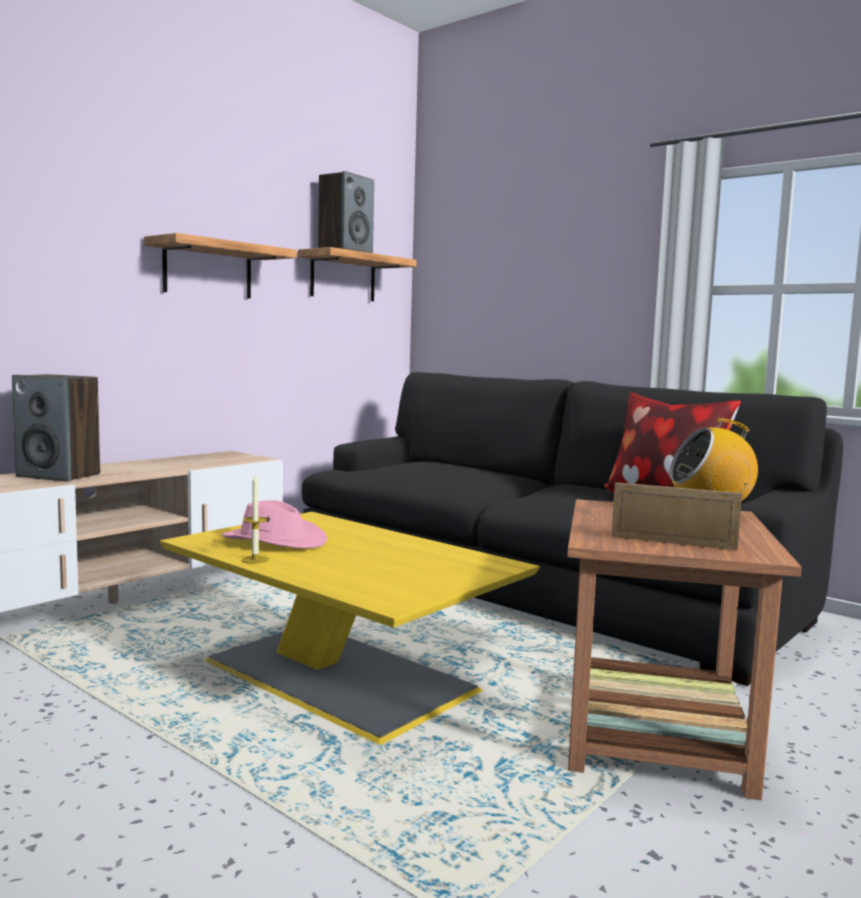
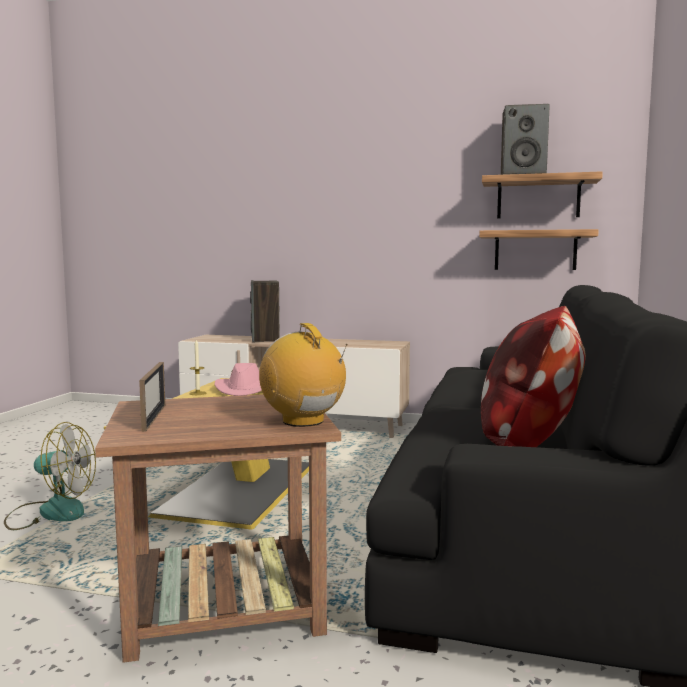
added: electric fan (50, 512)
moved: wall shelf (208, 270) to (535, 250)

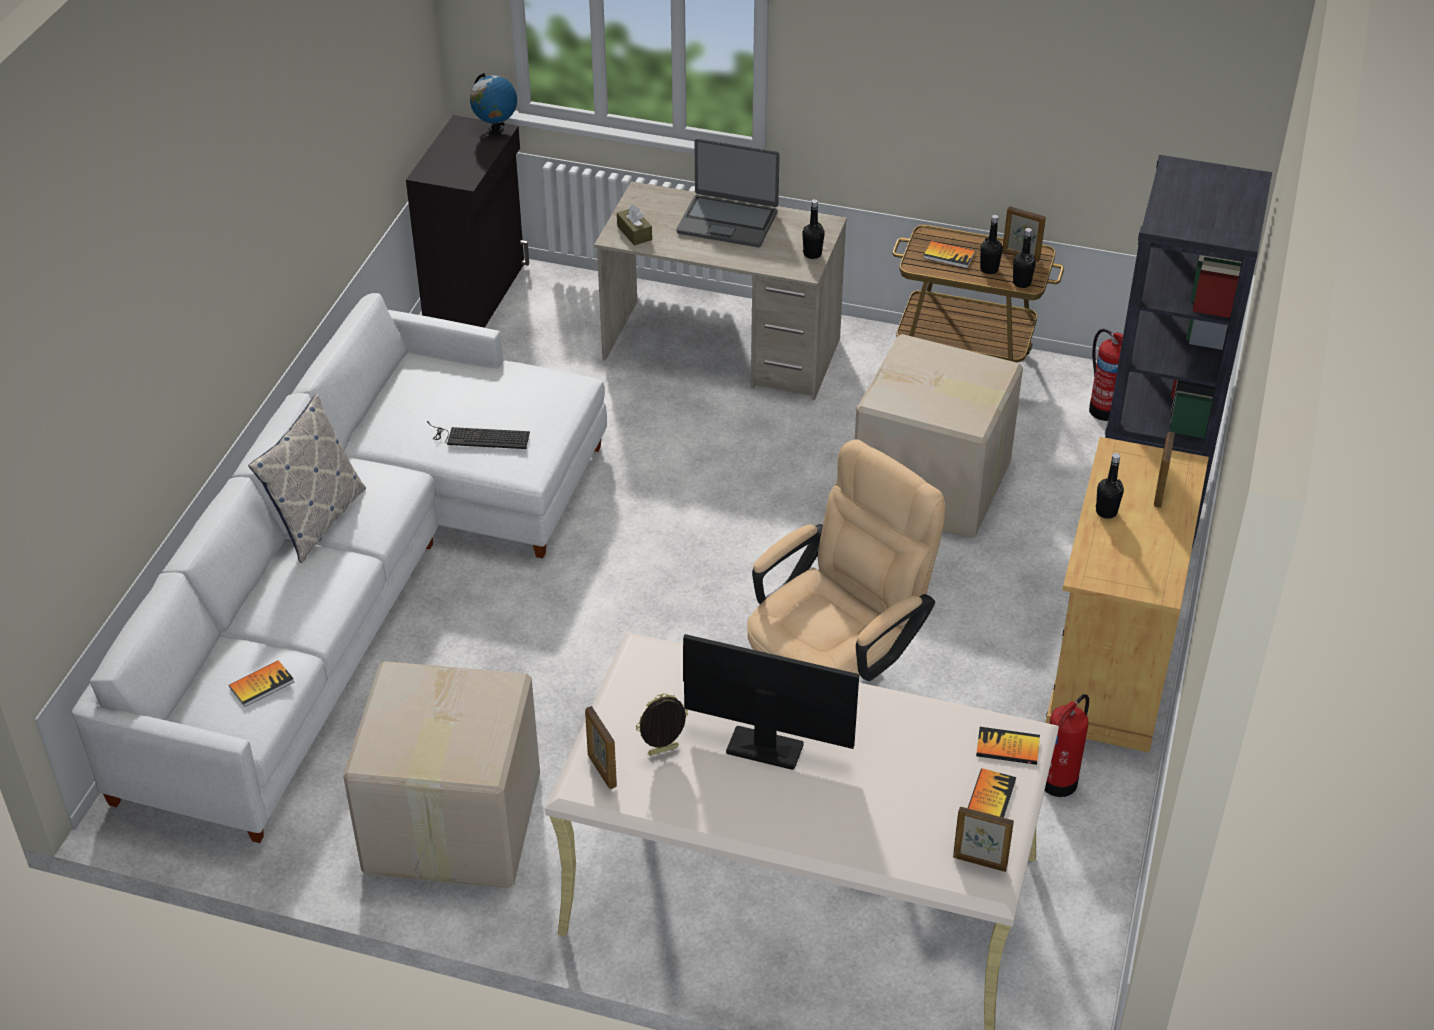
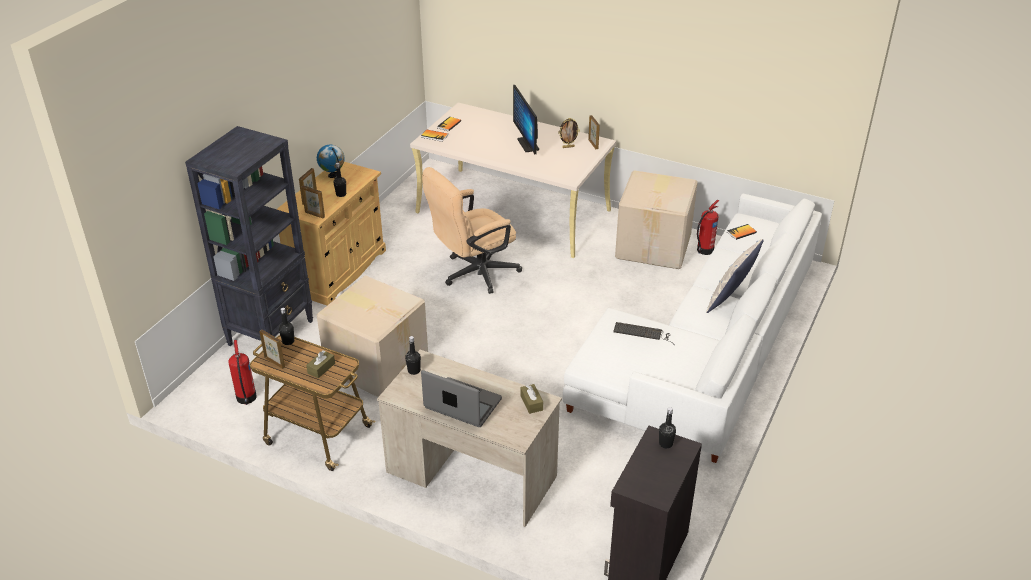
moved: world globe (495, 129) to (332, 175); drink bottle/black (989, 269) to (665, 444); fire extinguisher (1060, 780) to (704, 250); photo frame (980, 861) to (314, 215)
replaced: bound book (949, 256) to tissue holder/brown (321, 368)
turned: computer display (765, 748) = (528, 144) 45 degrees clockwise

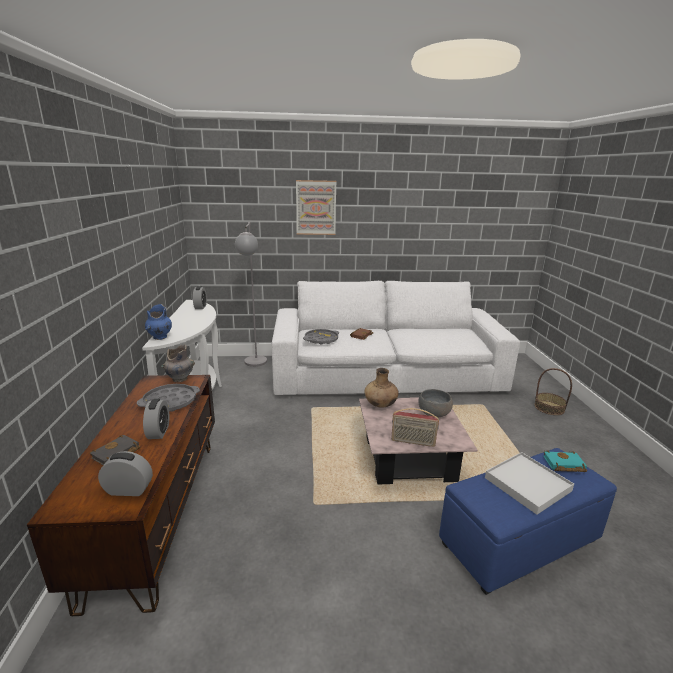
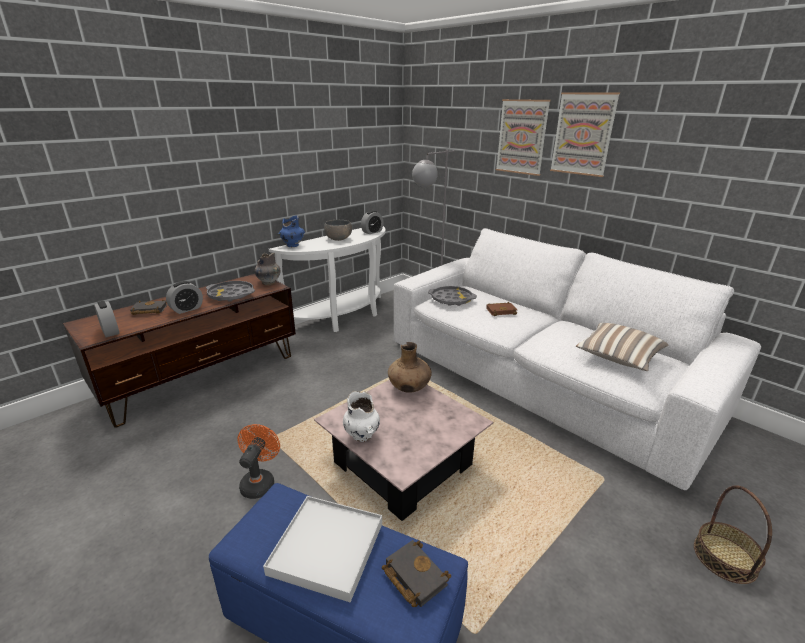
added: wall art (583, 134); throw pillow (618, 357); electric fan/orange-coloured (259, 482)
moved: deep dish/greyish (434, 413) to (338, 239)
replaced: radio receiver (413, 442) to flower vase/white-coloured (362, 436)
recoloured: bound book/turquoise-coloured (563, 465) to bound book/black (413, 576)

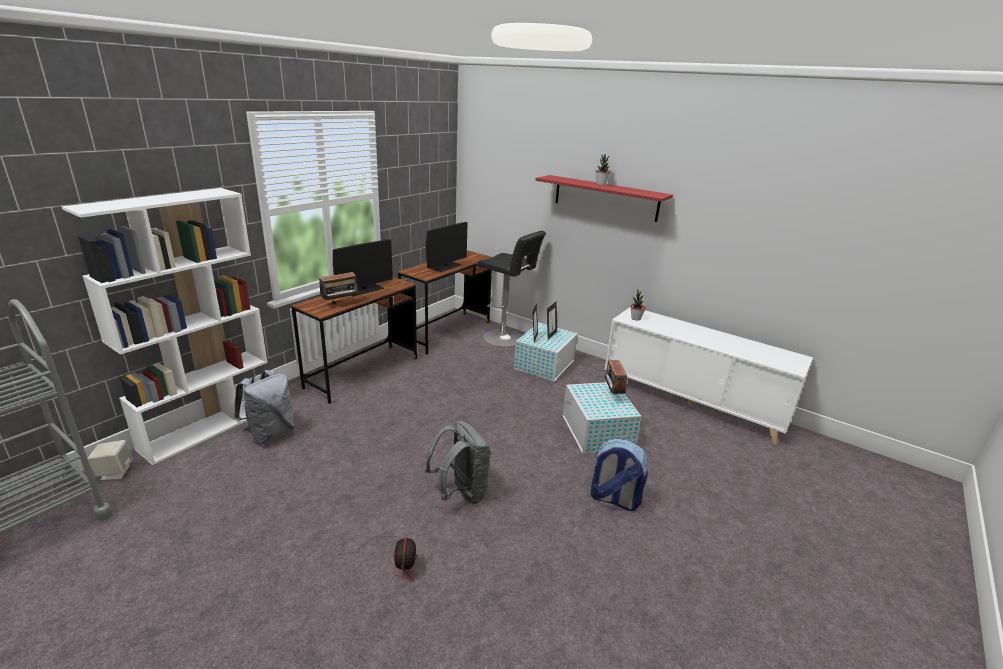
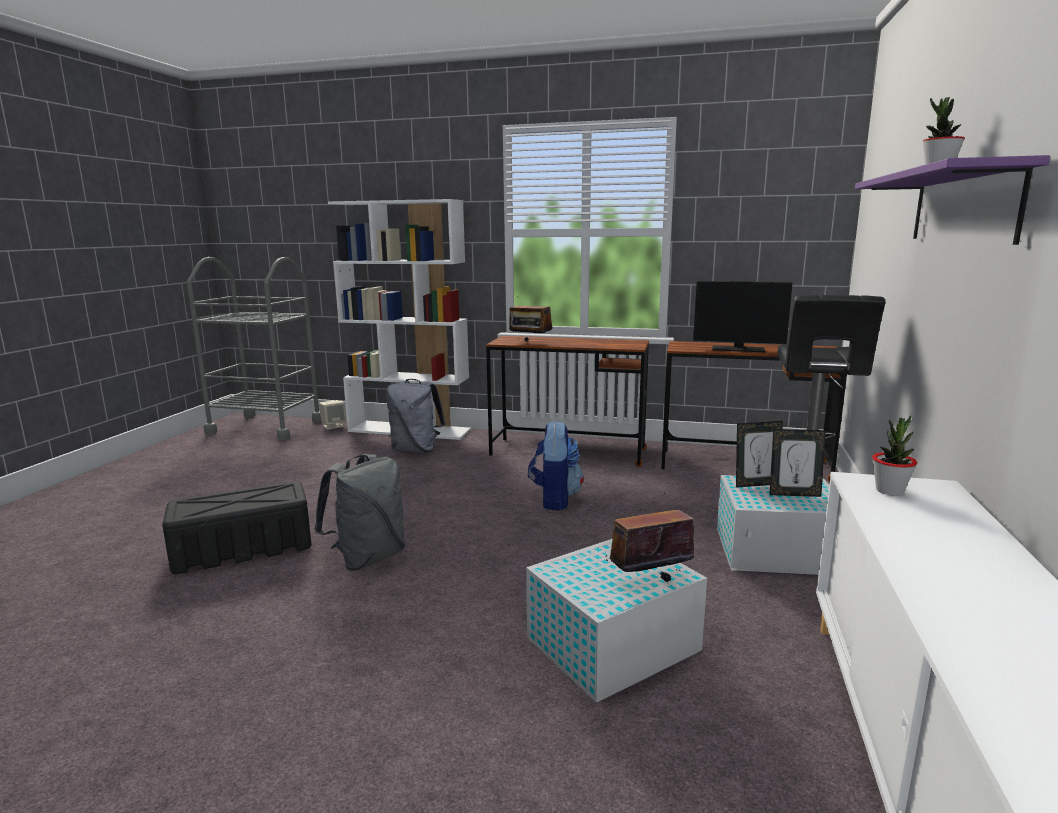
removed: computer display (364, 290)
moved: backpack (613, 499) to (554, 499)
replaced: electric fan (395, 560) to storage bin/black (242, 549)
recoloured: wall shelf/reddish (605, 198) to wall shelf/purplish (962, 206)

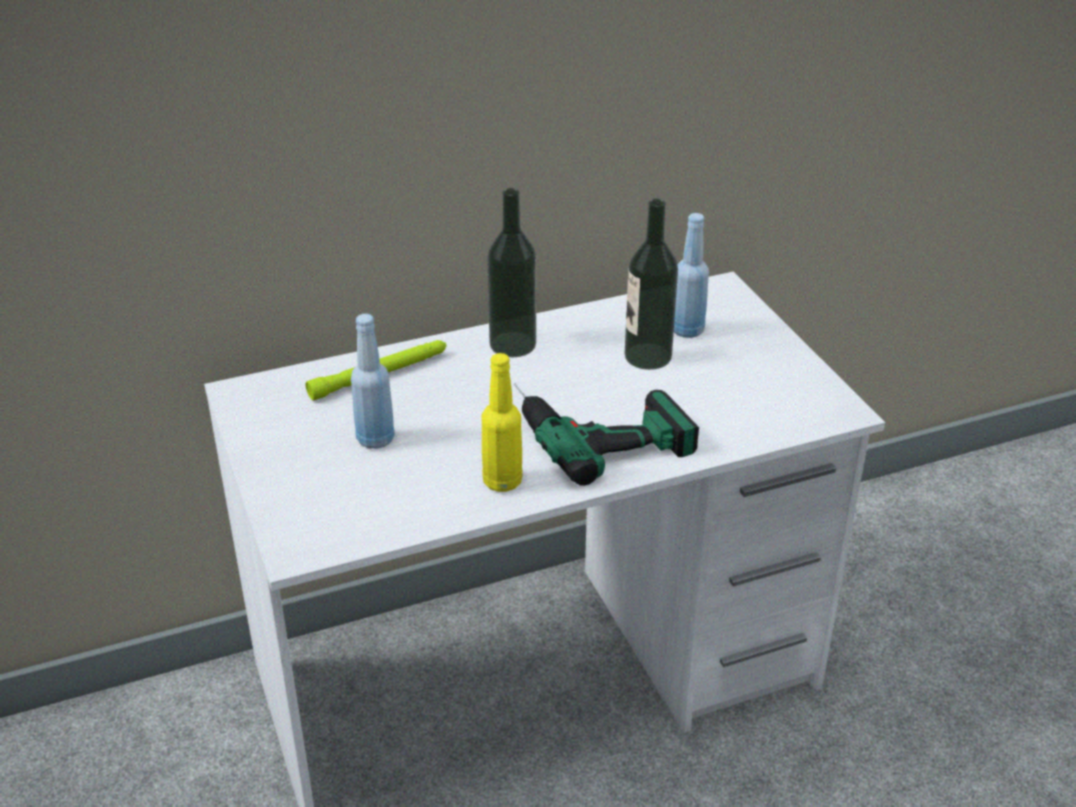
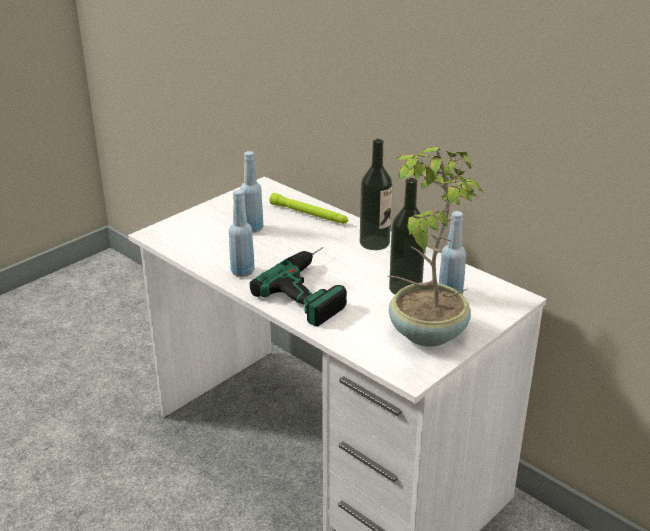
added: potted plant (425, 333)
recoloured: drink bottle/yellow (502, 481) to drink bottle/blue (242, 271)

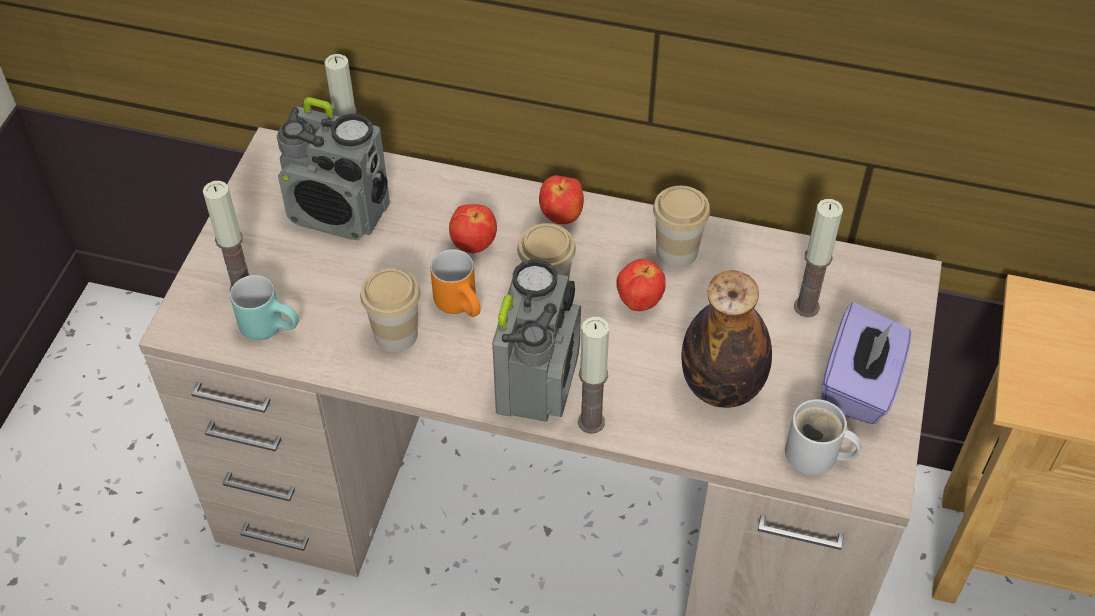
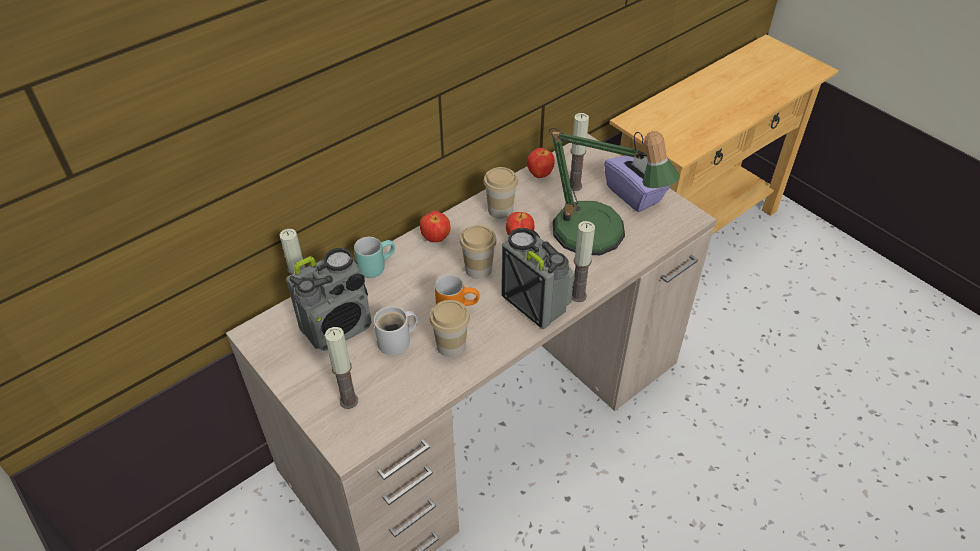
moved: apple (474, 245) to (540, 174); coffee mug/turquoise-coloured (272, 326) to (376, 266); coffee mug/white-coloured (816, 456) to (397, 341)
replaced: drink bottle (721, 387) to tabletop lamp (596, 238)

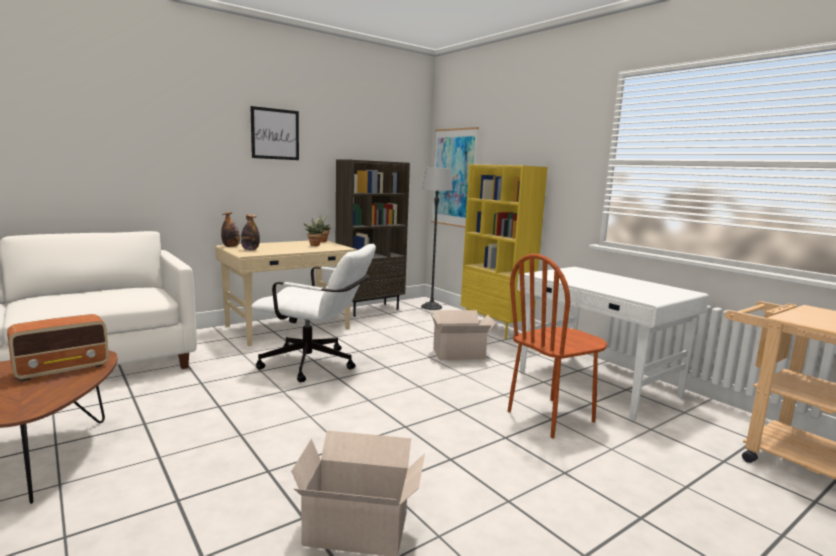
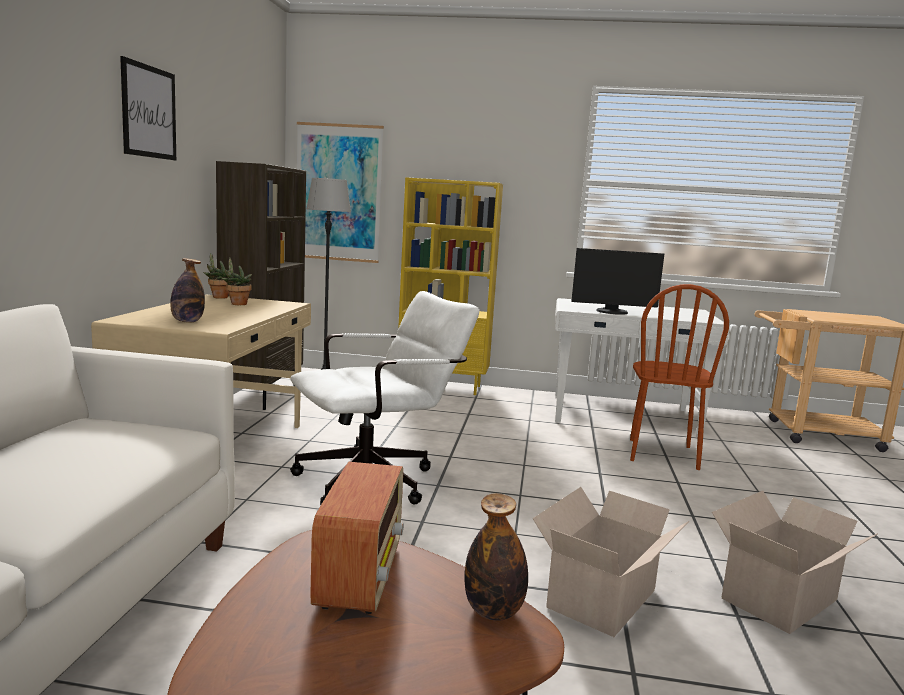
added: computer display (612, 312)
moved: drink bottle (231, 246) to (493, 611); packing box (460, 354) to (604, 597)

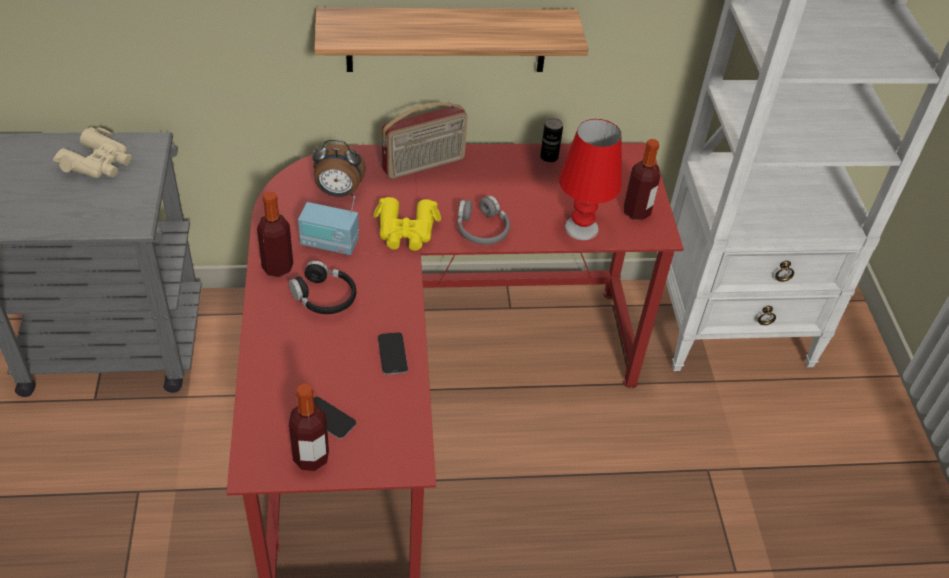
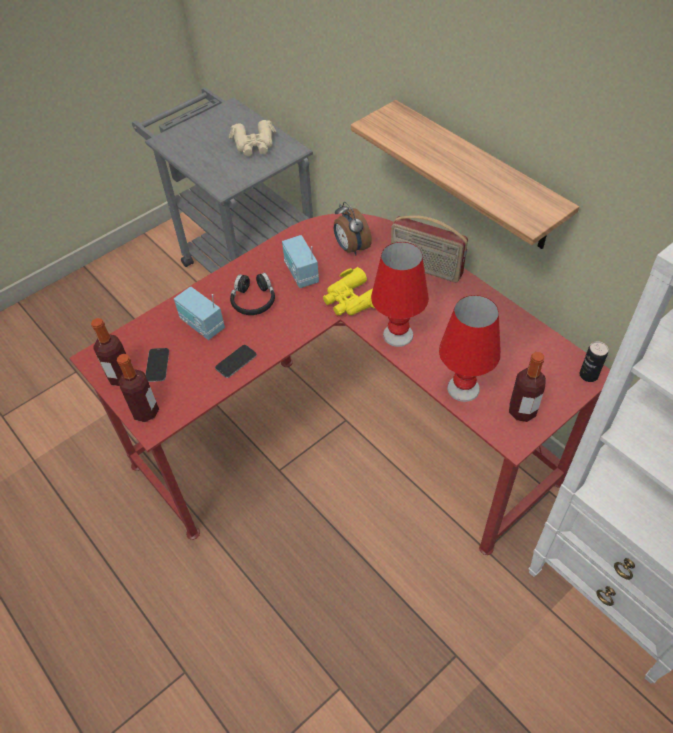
added: radio receiver (202, 325)
moved: can (549, 157) to (588, 375); drink bottle (277, 267) to (145, 412)
replaced: pair of headphones/greyish (481, 229) to tabletop lamp/reddish (397, 335)

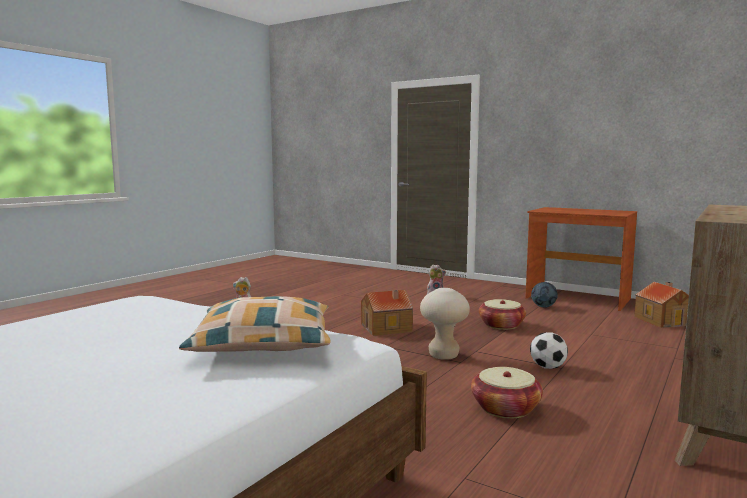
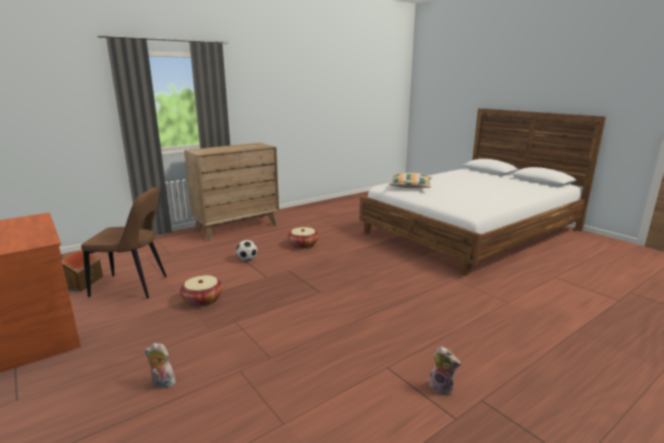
removed: football ball (543, 306); stool seat/sand-coloured (443, 356); model house (387, 328)
added: upright chair/brown (133, 287)

